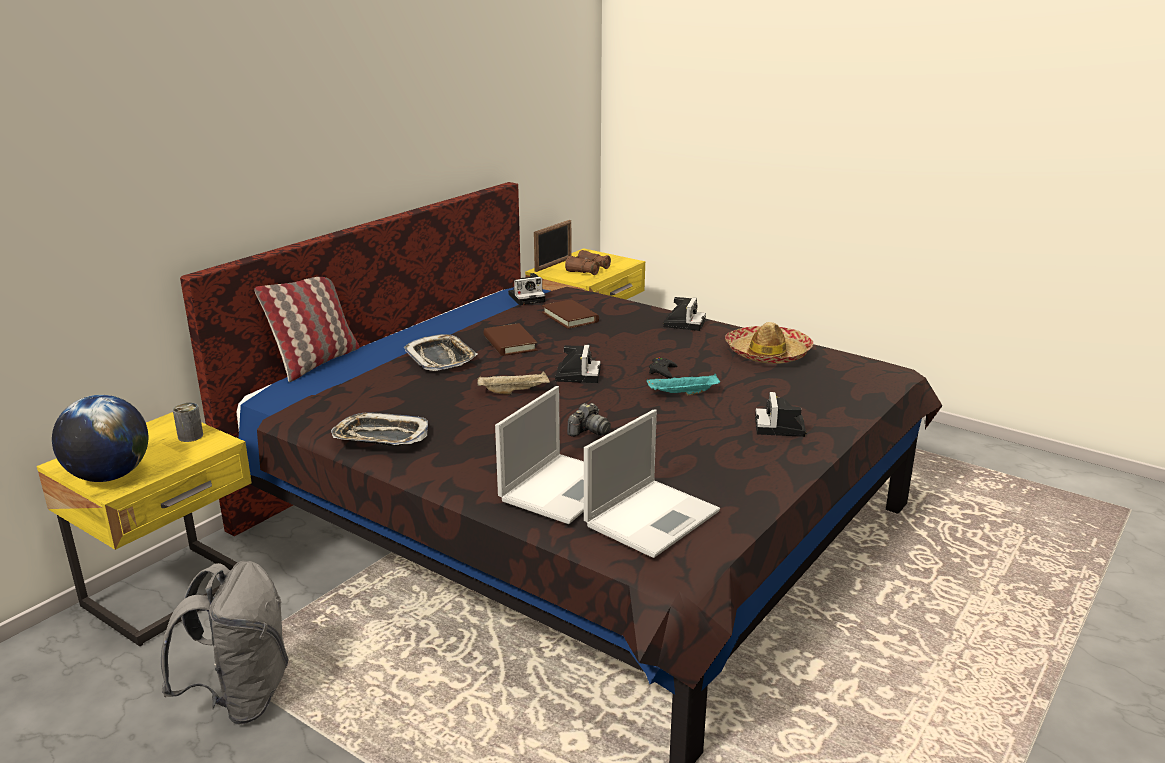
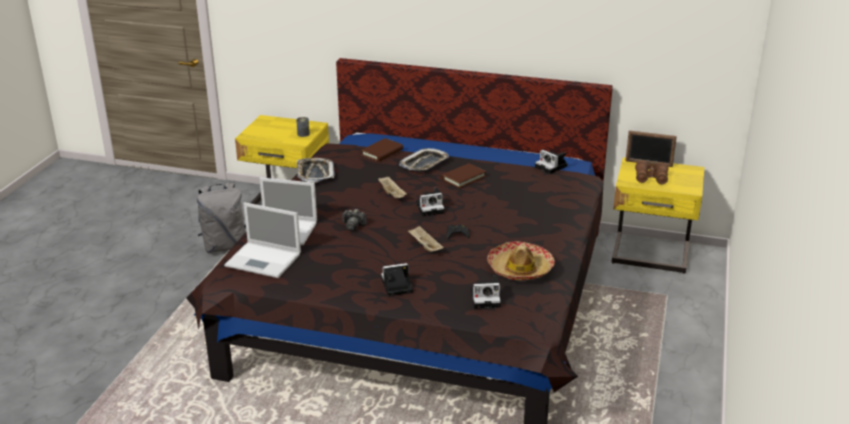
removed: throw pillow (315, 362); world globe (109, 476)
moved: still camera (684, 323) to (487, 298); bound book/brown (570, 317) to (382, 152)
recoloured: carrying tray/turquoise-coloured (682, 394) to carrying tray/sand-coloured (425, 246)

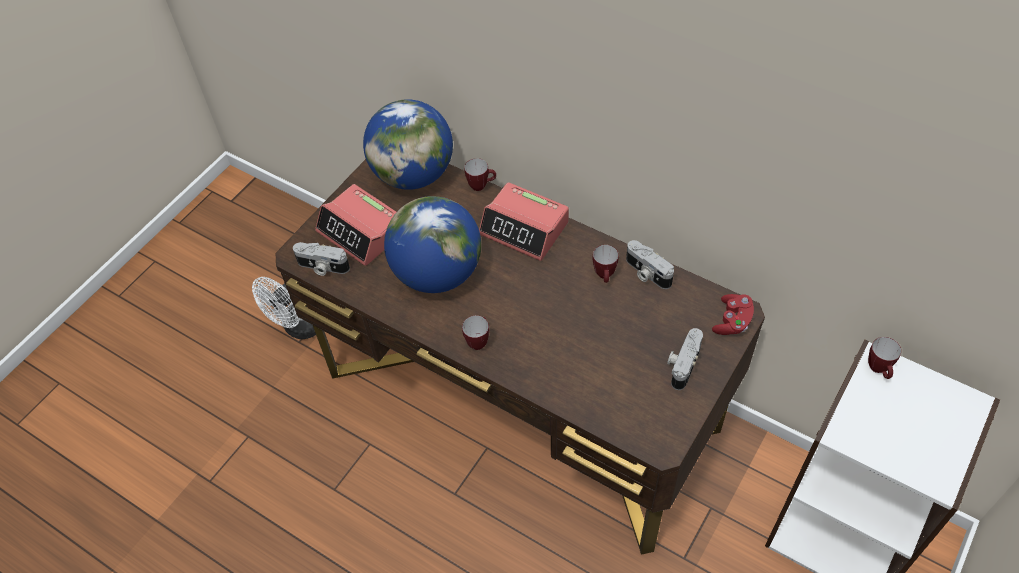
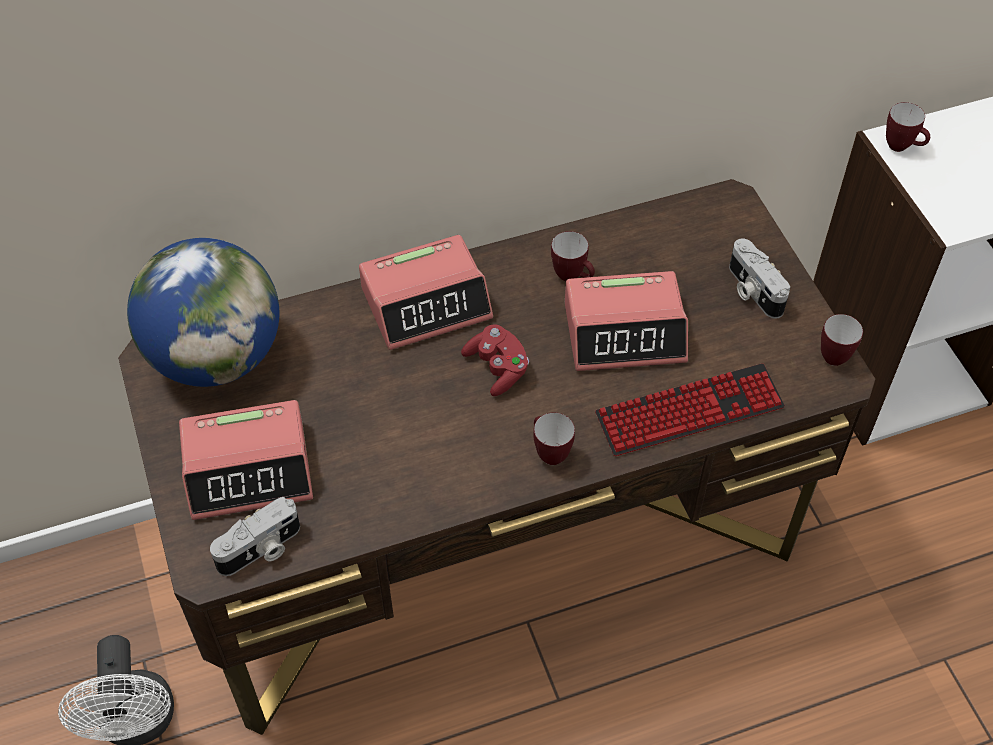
removed: world globe (437, 273); still camera (646, 273)
added: table clock (625, 332); computer keyboard (689, 411)
moved: coffee mug (481, 186) to (835, 354); game controller/reddish (732, 321) to (497, 368)

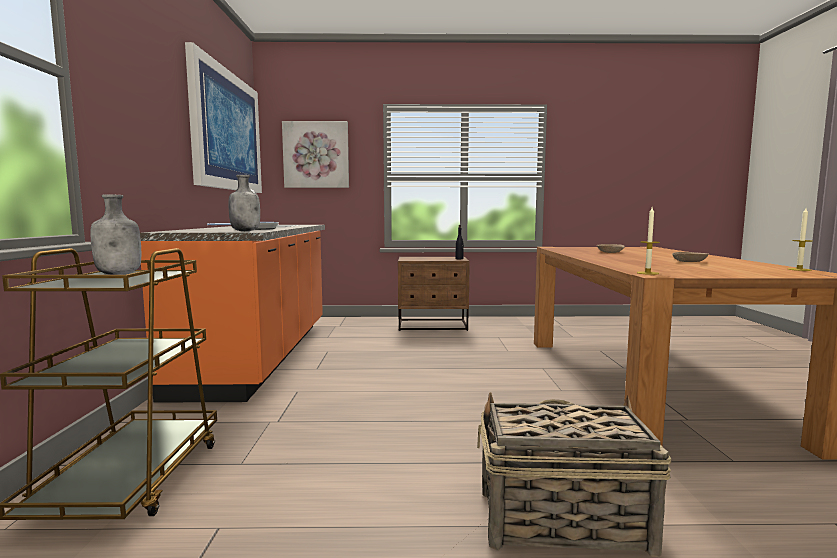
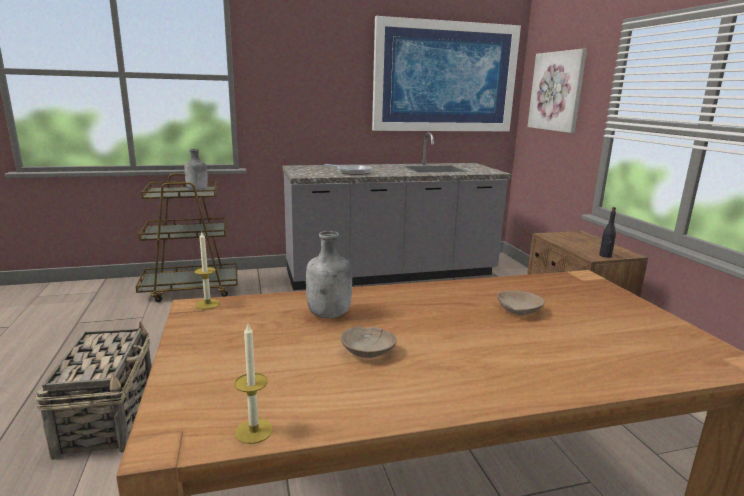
moved: drink bottle/greyish (246, 231) to (330, 314)
recoloured: counter/orange-coloured (261, 355) to counter/greyish (391, 274)

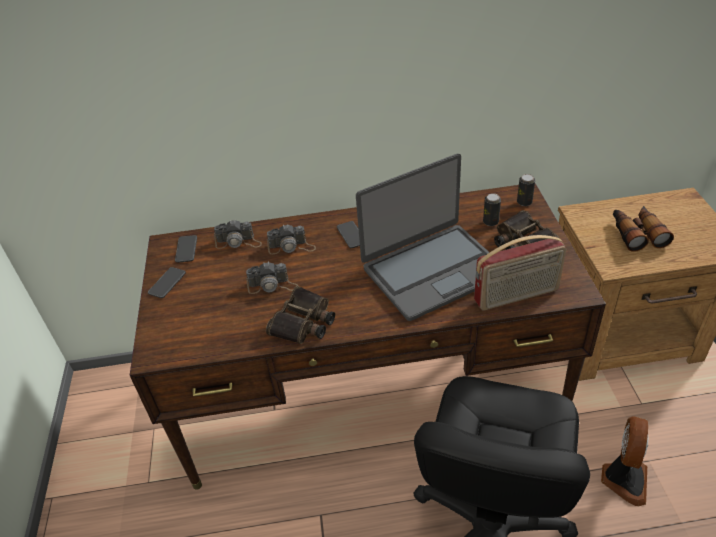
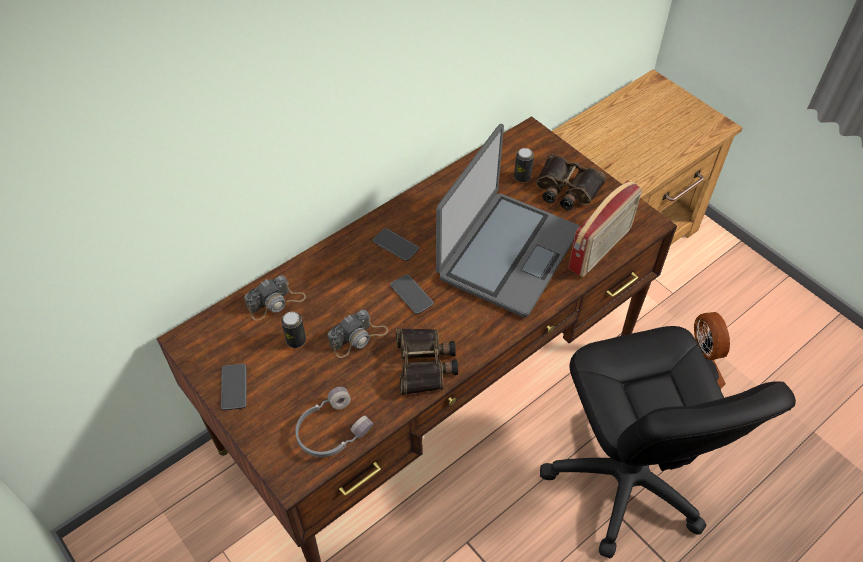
removed: field glasses (637, 233); still camera (291, 247)
added: pair of headphones/greyish (331, 430)
moved: can (524, 202) to (296, 340); telephone (186, 249) to (411, 295)

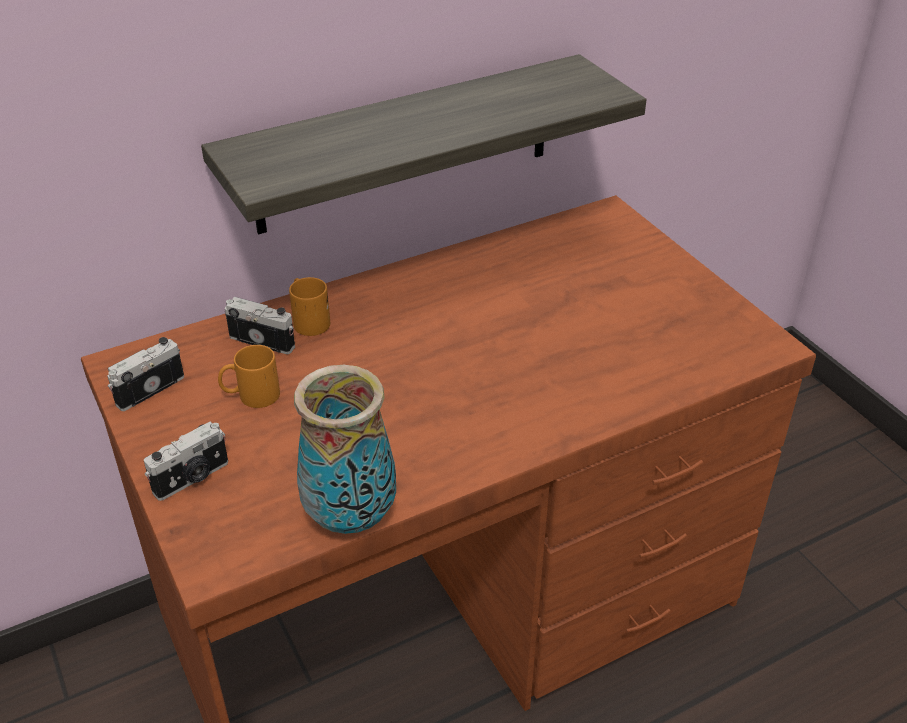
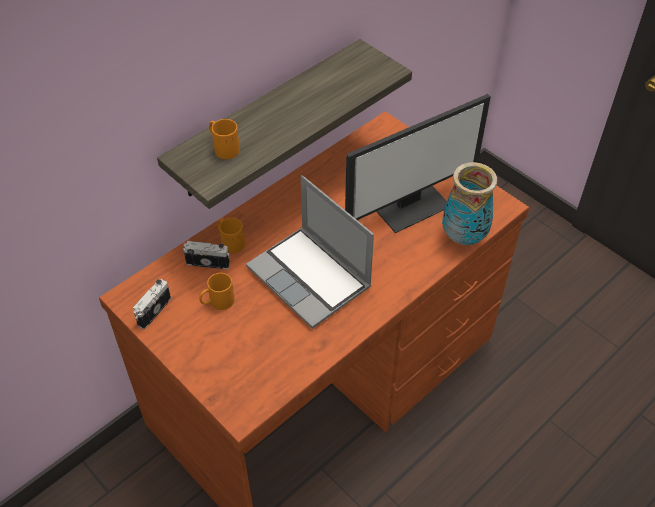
removed: still camera (192, 478)
added: computer display (411, 205); coffee mug/orange-coloured (223, 148); laptop (311, 278)
moved: flower vase (351, 516) to (463, 236)

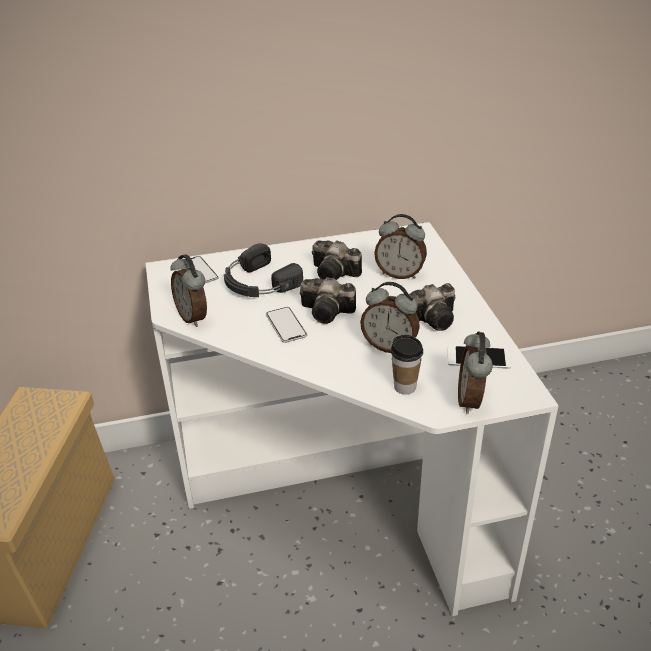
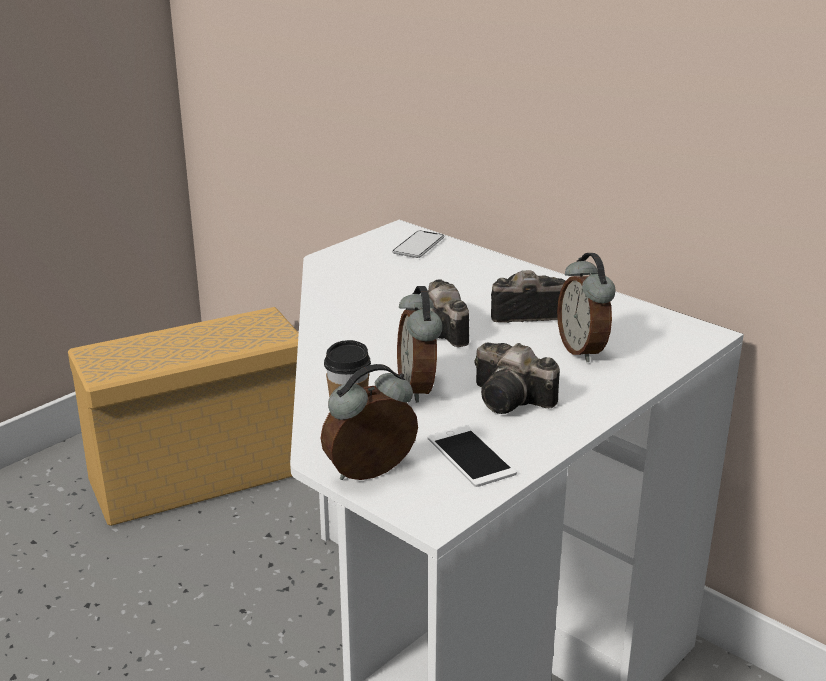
removed: pair of headphones/black (258, 283); table clock (193, 317); telephone (286, 325)
turned: still camera (336, 273) = (523, 313) 90 degrees clockwise

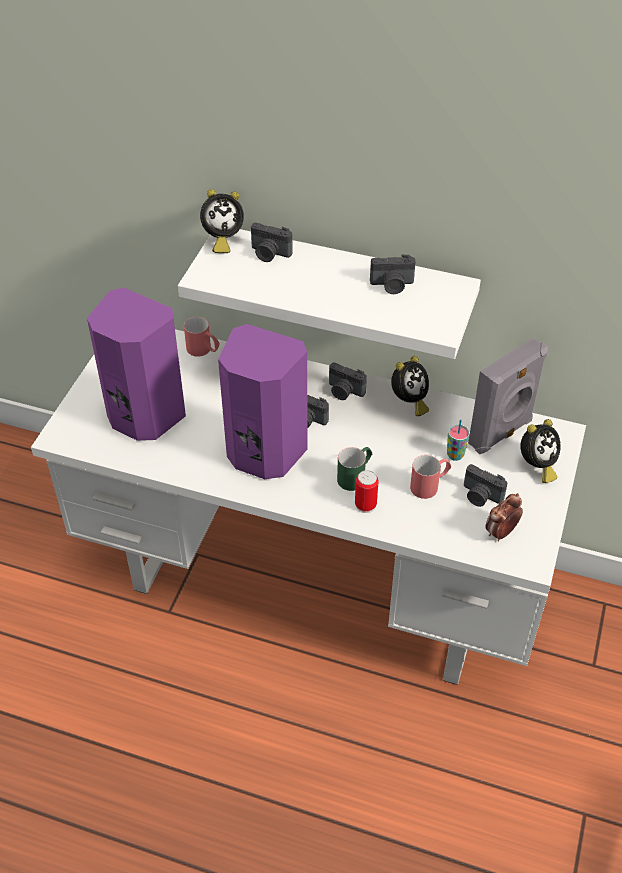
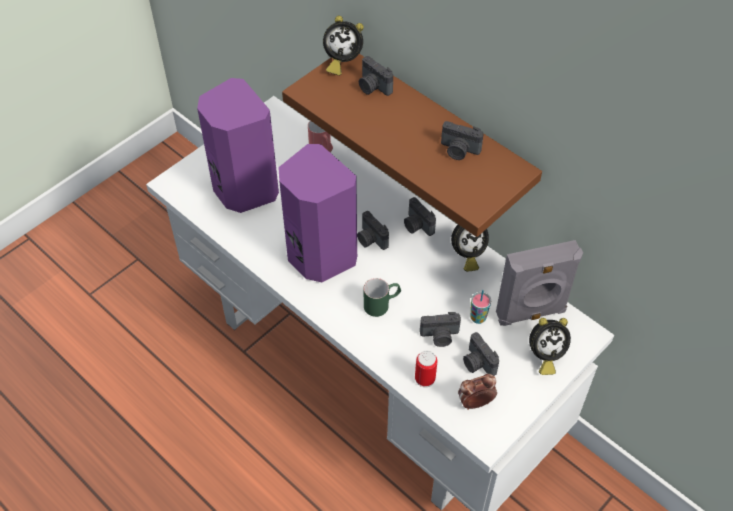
moved: can (365, 504) to (425, 379)
replaced: coffee mug/reddish (430, 485) to still camera (440, 336)
recoloured: wall shelf/white-coloured (344, 283) to wall shelf/brown (437, 132)

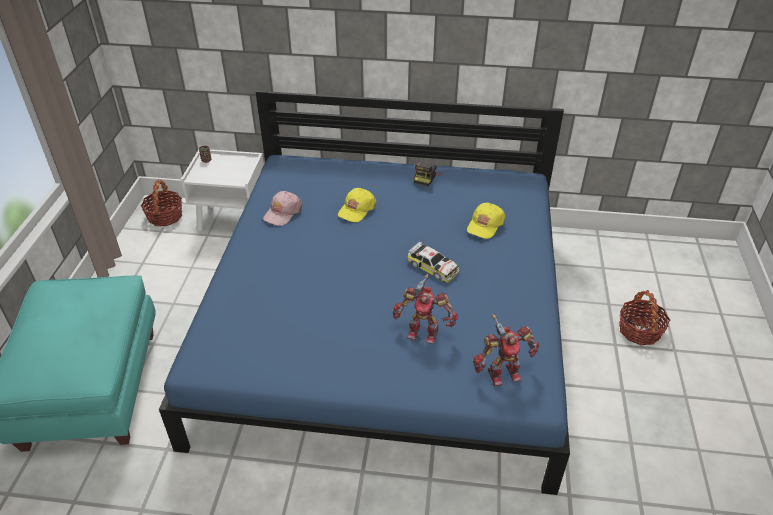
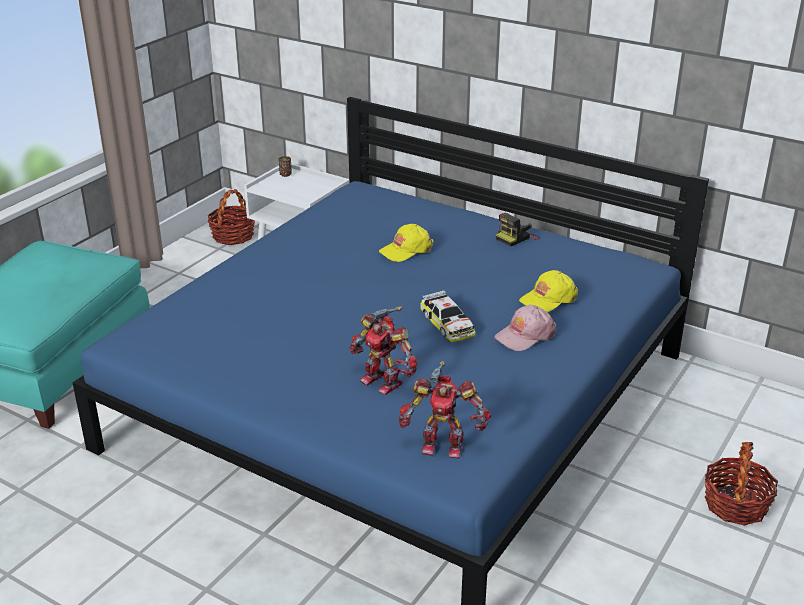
moved: peaked cap/pink-coloured (282, 212) to (525, 335)

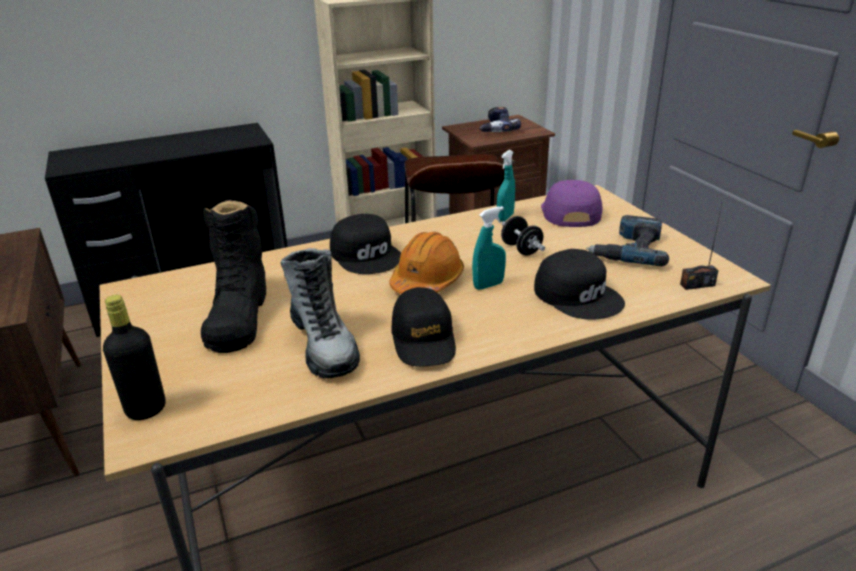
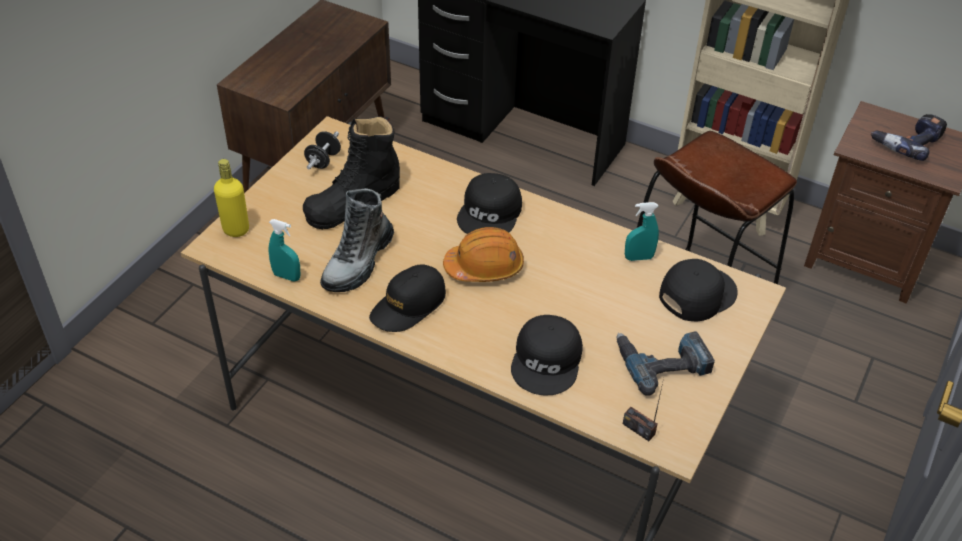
moved: spray bottle/turquoise-coloured (488, 285) to (286, 276); free weight/black (521, 249) to (323, 160)
recoloured: peaked cap/purplish (569, 212) to peaked cap/black (696, 293); drink bottle/black (146, 409) to drink bottle/yellow (236, 229)

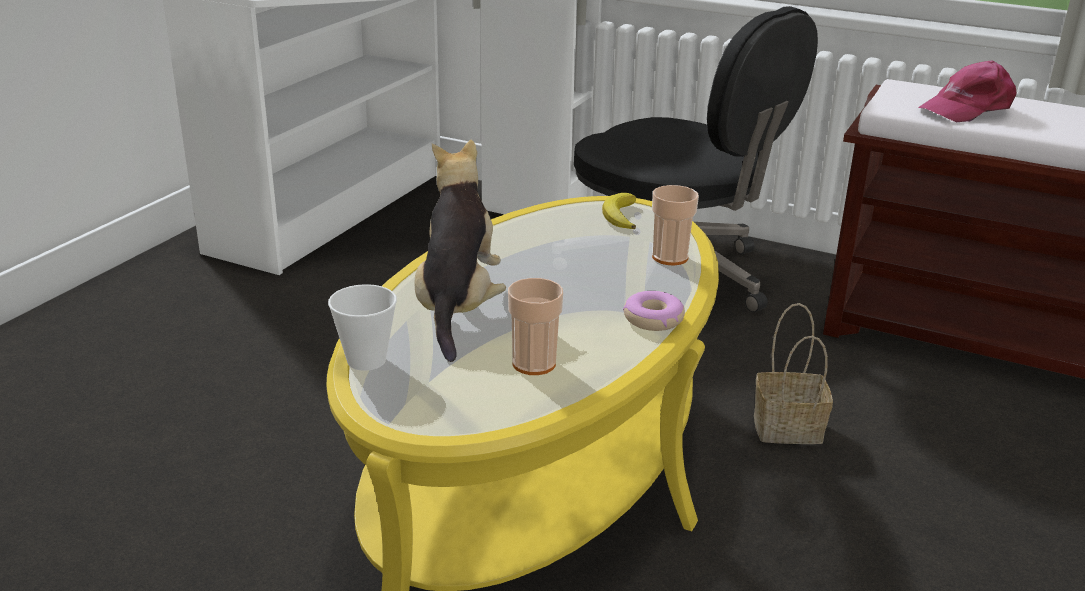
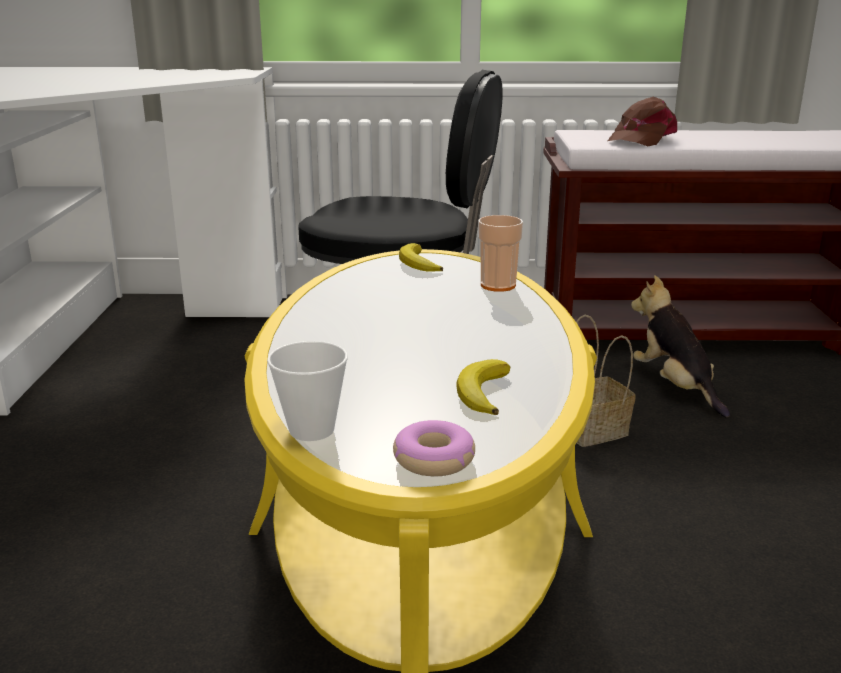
moved: soft toy (458, 307) to (675, 387); donut (653, 319) to (434, 459)
replaced: cup (534, 364) to banana (482, 392)
recoloured: peaked cap/pink-coloured (967, 109) to peaked cap/brown (641, 139)

